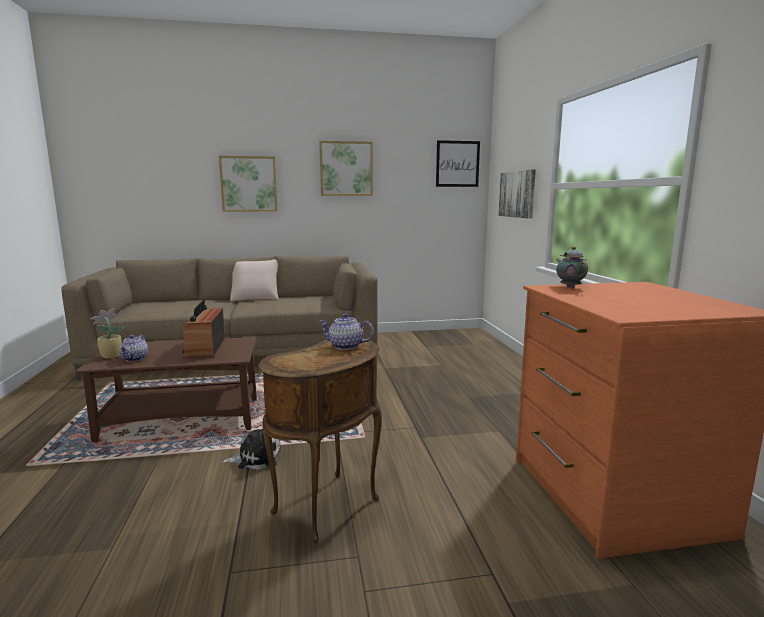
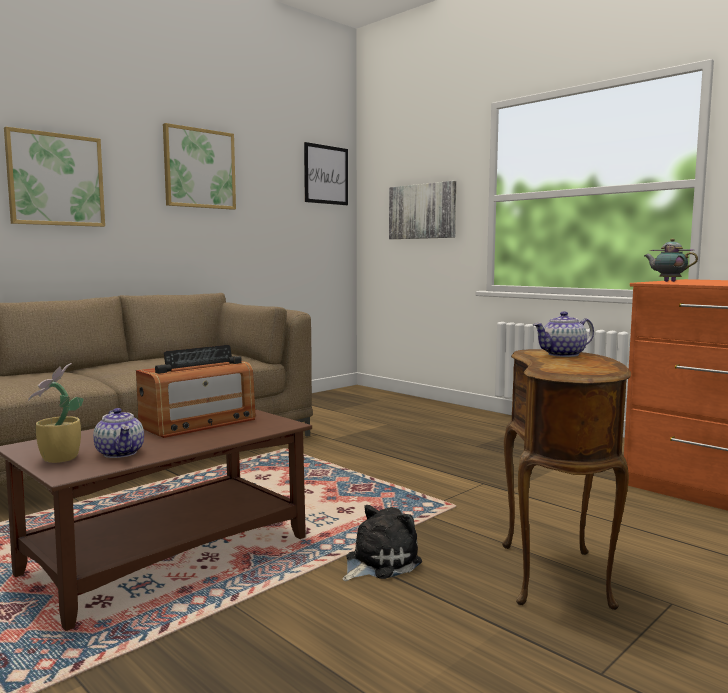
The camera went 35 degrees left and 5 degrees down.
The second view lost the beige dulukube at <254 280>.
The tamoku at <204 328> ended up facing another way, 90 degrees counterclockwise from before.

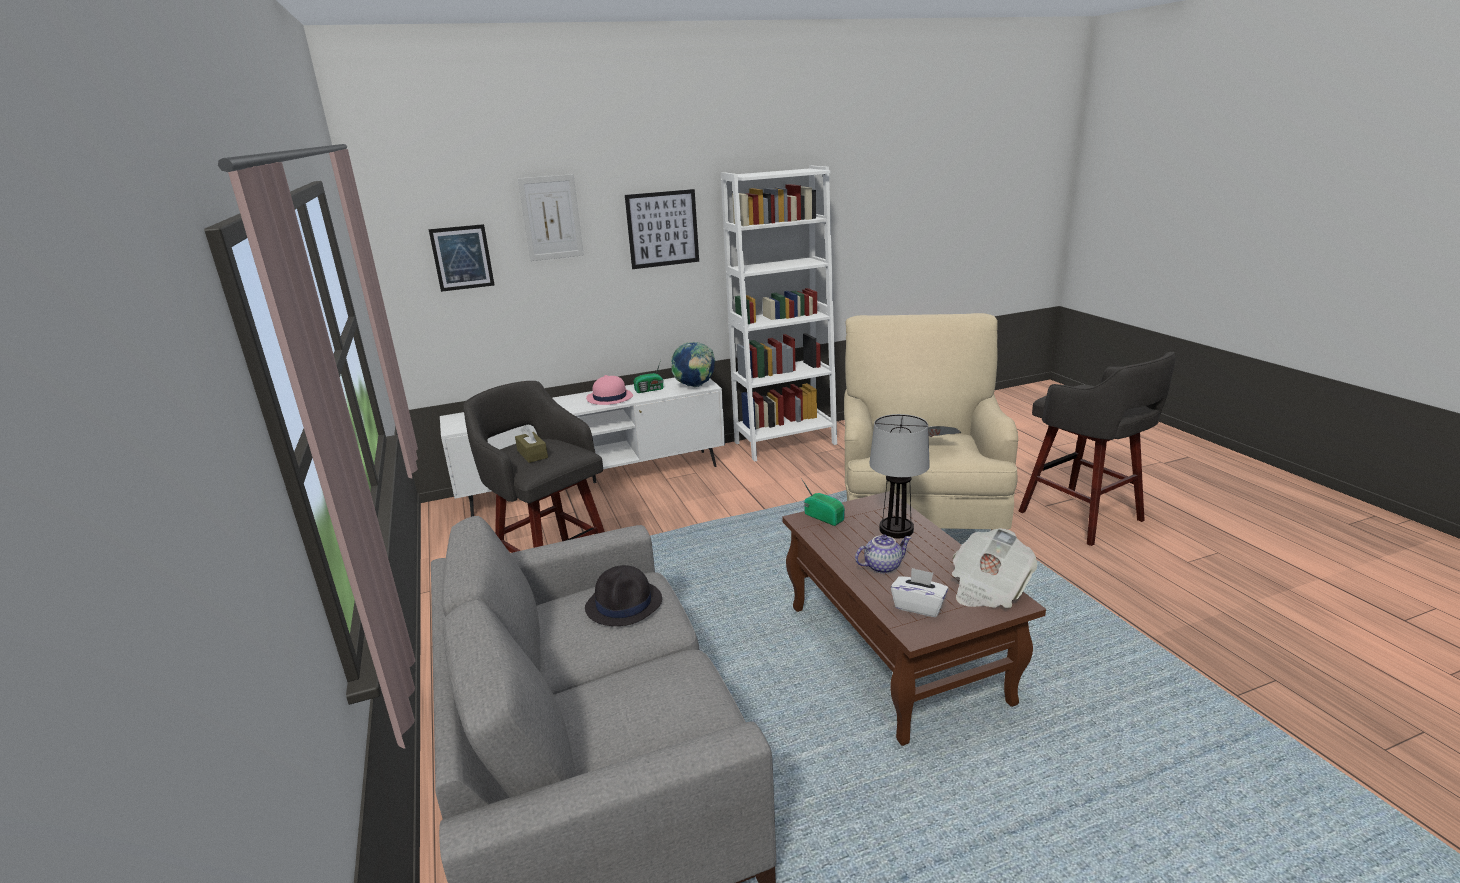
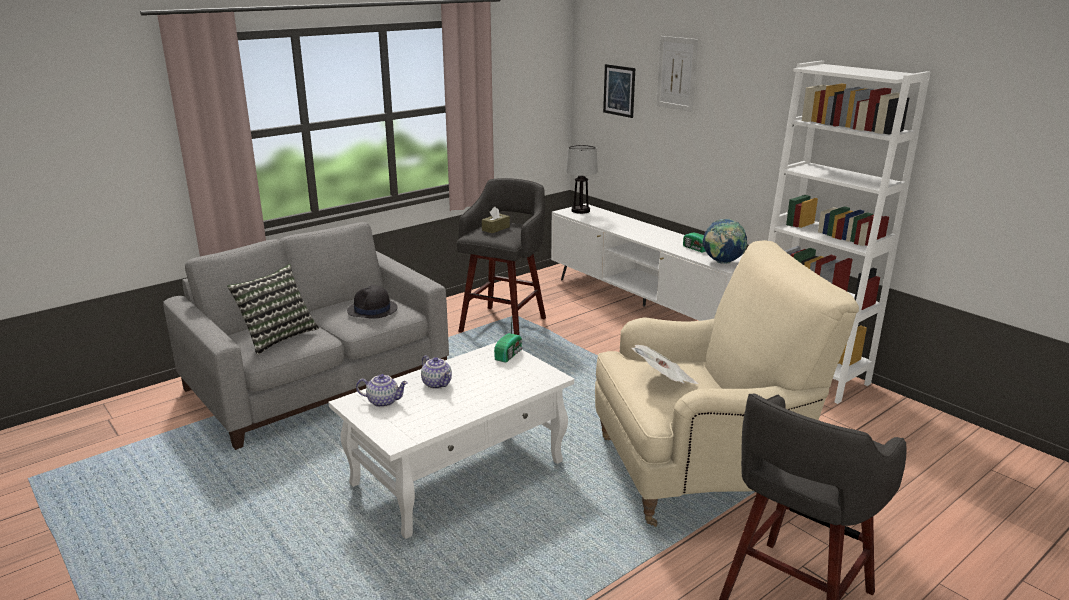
The camera went 70 degrees right and 0 degrees up.
The second view lost the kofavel at <662 229>.
The second view lost the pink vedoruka at <609 390>.
The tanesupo ended up elsewhere, having gone from <899 476> to <582 179>.
What was the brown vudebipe at <914 618> turned into the white vudebipe at <451 440>.
The second view lost the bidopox at <994 568>.
Where the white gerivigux stood at <920 592>, the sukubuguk came to stand at <382 390>.
The second view gained the dulukube at <273 309>.

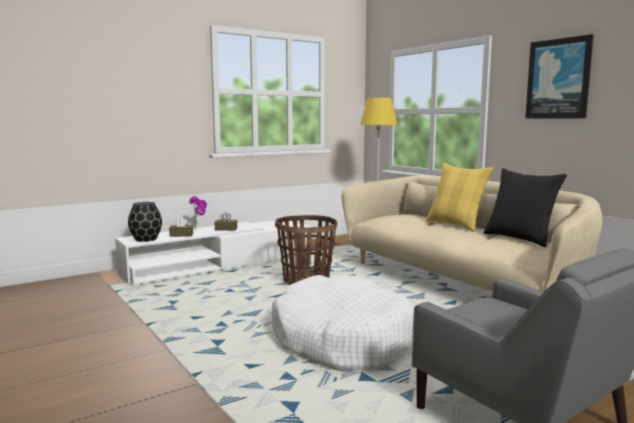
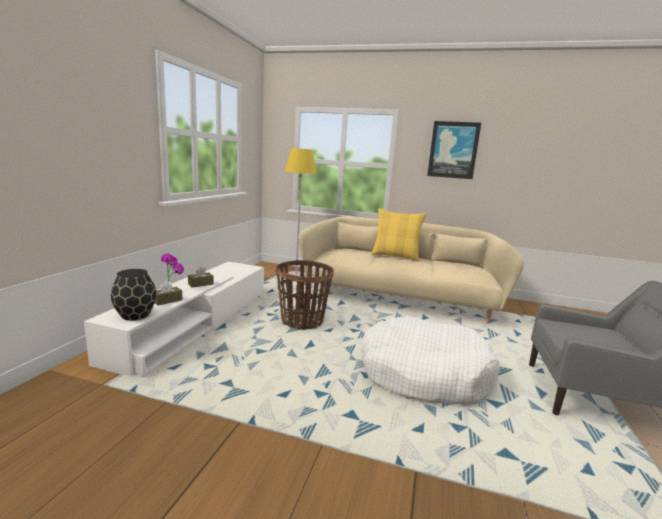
The camera went 40 degrees left and 5 degrees up.
The second view lost the black dulukube at <525 207>.

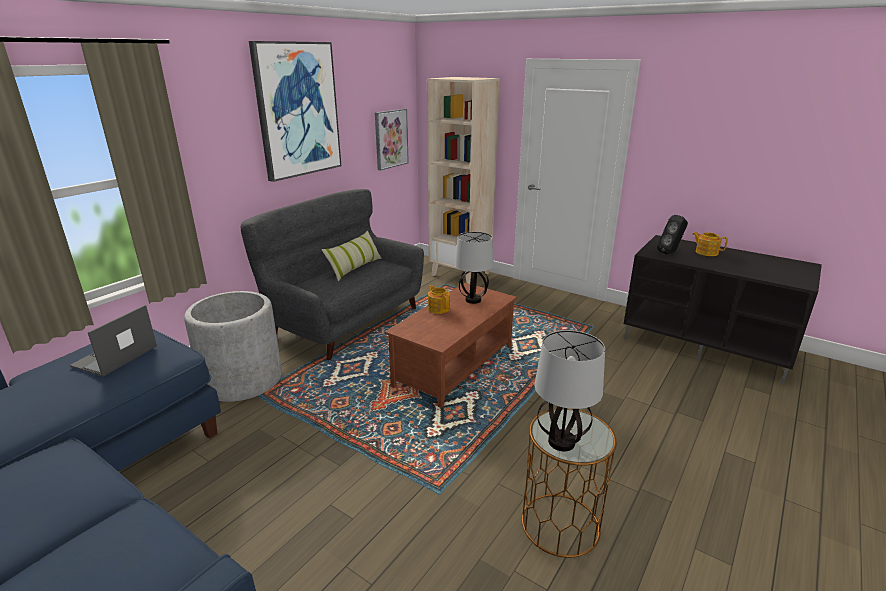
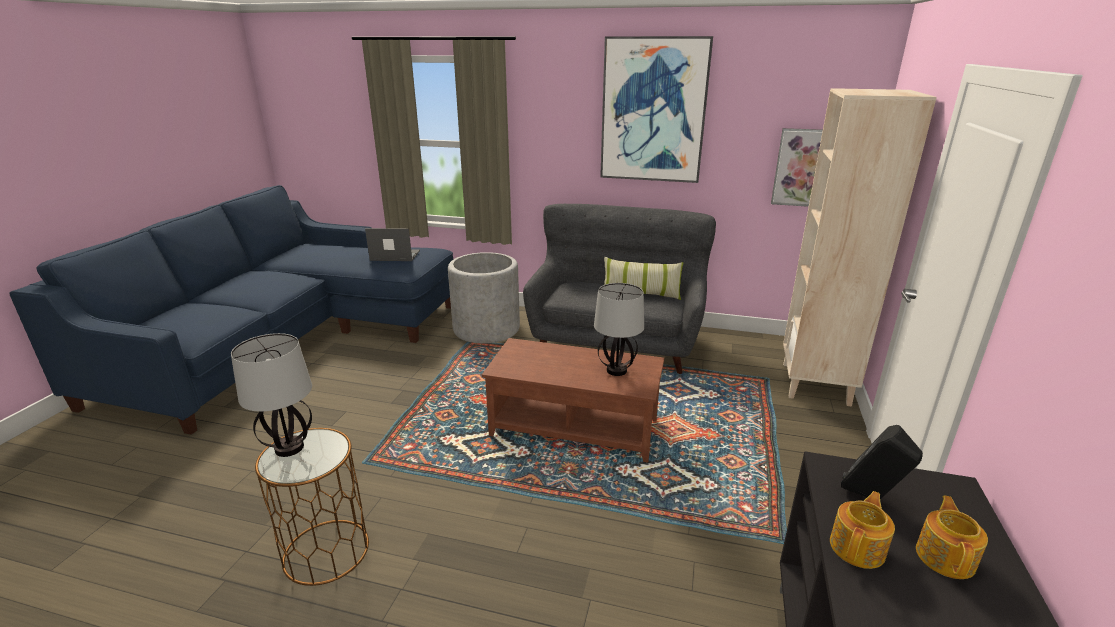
The camera went 70 degrees right and 0 degrees up.
The sukubuguk ended up elsewhere, having gone from <439 299> to <862 530>.

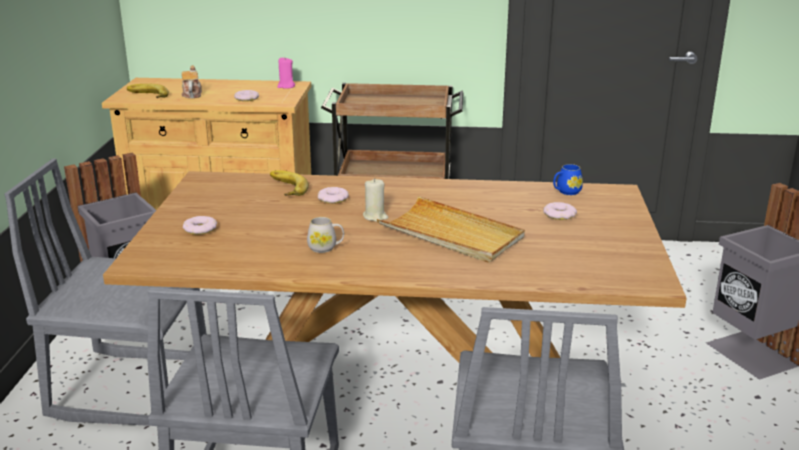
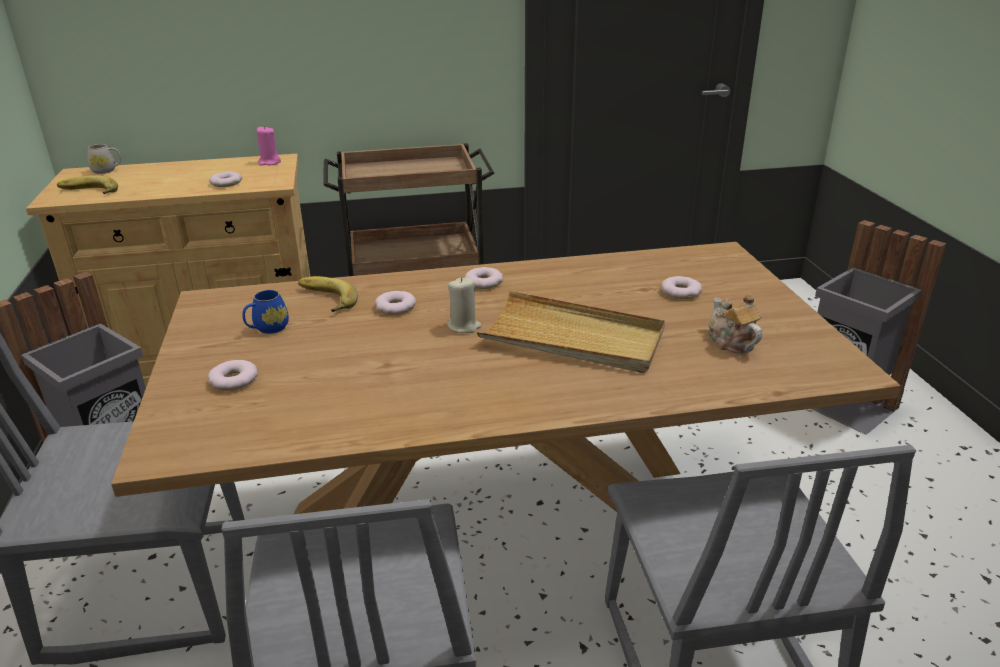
The camera went 15 degrees left and 5 degrees up.
The sukubuguk ended up elsewhere, having gone from <191 81> to <735 323>.
The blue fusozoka ended up elsewhere, having gone from <568 179> to <265 312>.
The white fusozoka ended up elsewhere, having gone from <325 235> to <104 159>.
The second view gained the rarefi at <484 278>.

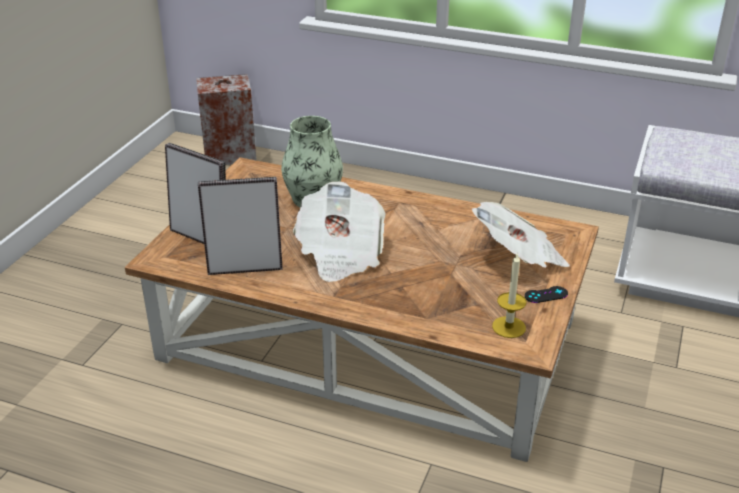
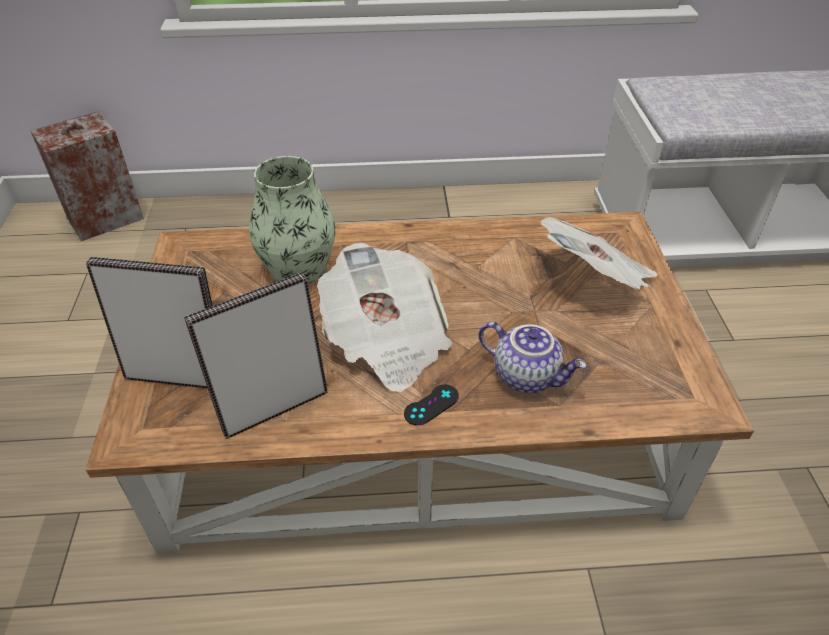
The camera went 25 degrees left and 10 degrees up.
The second view lost the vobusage at <509 296>.
The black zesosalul ended up elsewhere, having gone from <546 294> to <431 405>.
The second view gained the sukubuguk at <532 357>.

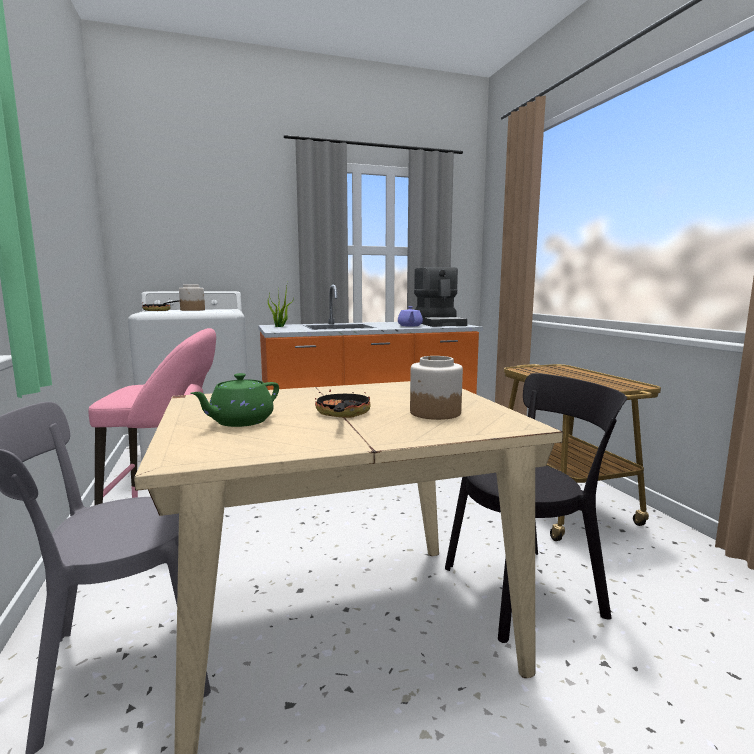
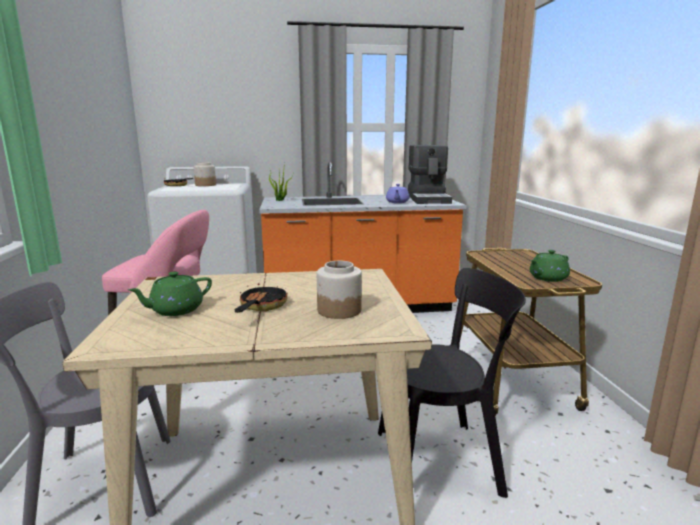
The camera went 10 degrees right and 5 degrees up.
The second view gained the green sukubuguk at <550 266>.

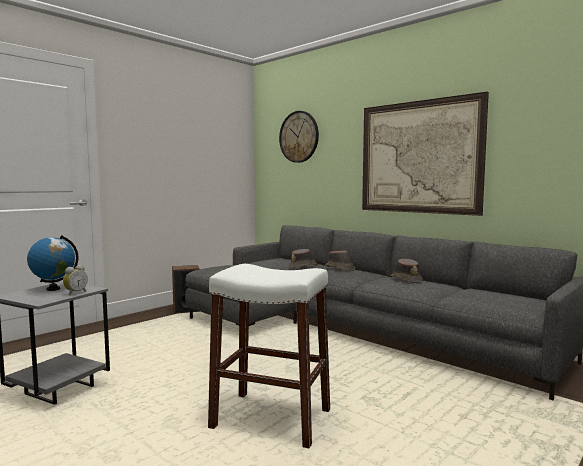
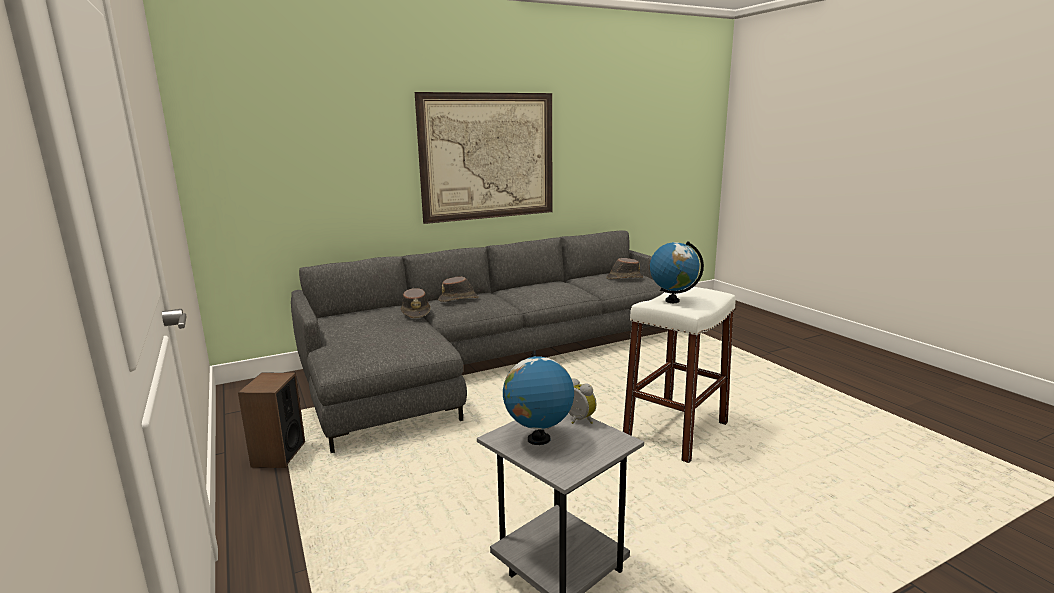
The camera went 70 degrees left and 10 degrees up.
The second view lost the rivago at <299 137>.
The brown vedoruka ended up elsewhere, having gone from <407 271> to <624 268>.
The second view gained the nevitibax at <677 272>.

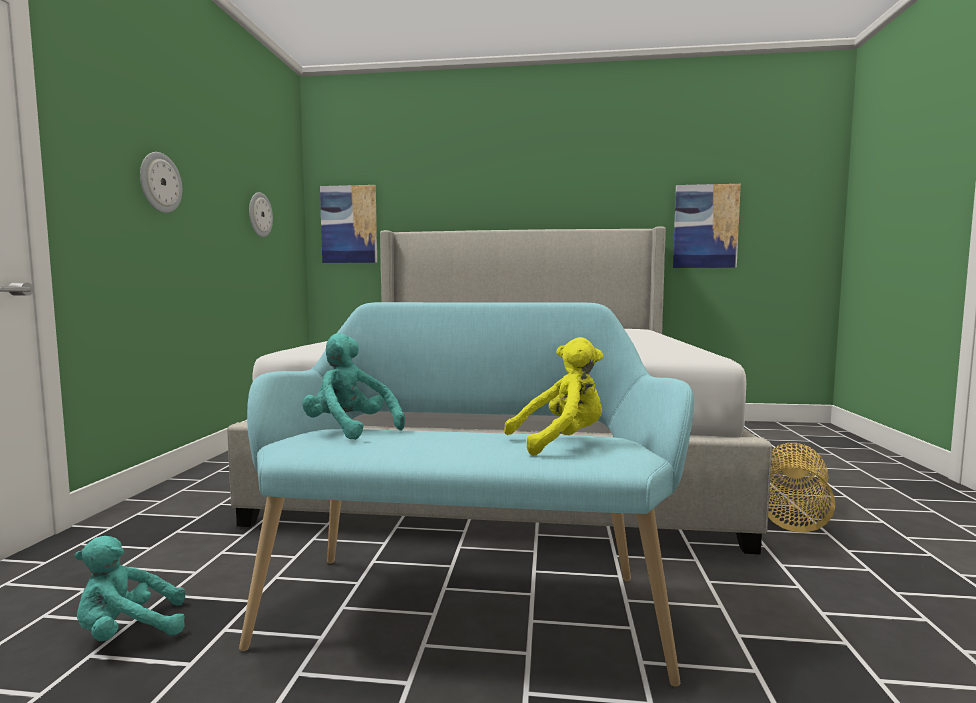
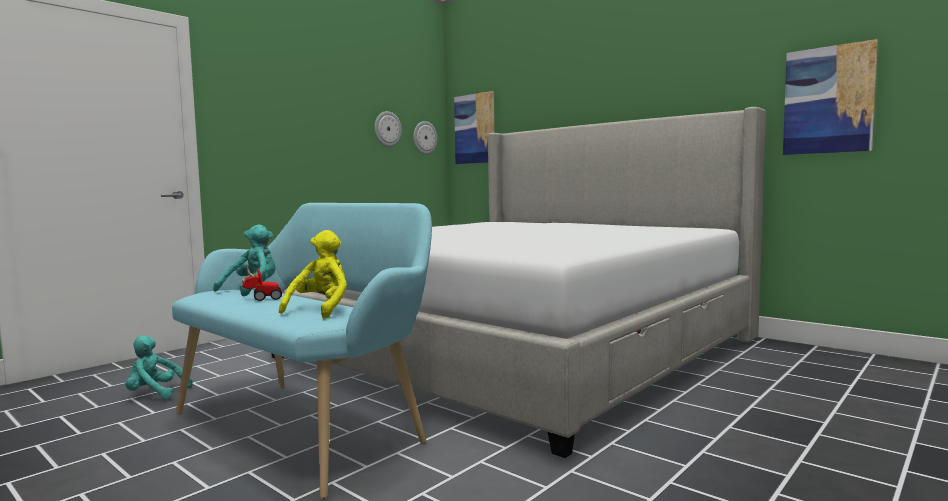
The camera went 35 degrees right and 0 degrees up.
The rivago ended up elsewhere, having gone from <161 182> to <425 138>.
The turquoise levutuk at <353 386> ended up facing another way, 45 degrees clockwise from before.
The yellow levutuk at <554 396> ended up facing another way, 90 degrees counterclockwise from before.
The second view lost the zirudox at <802 488>.
The second view gained the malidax at <261 283>.

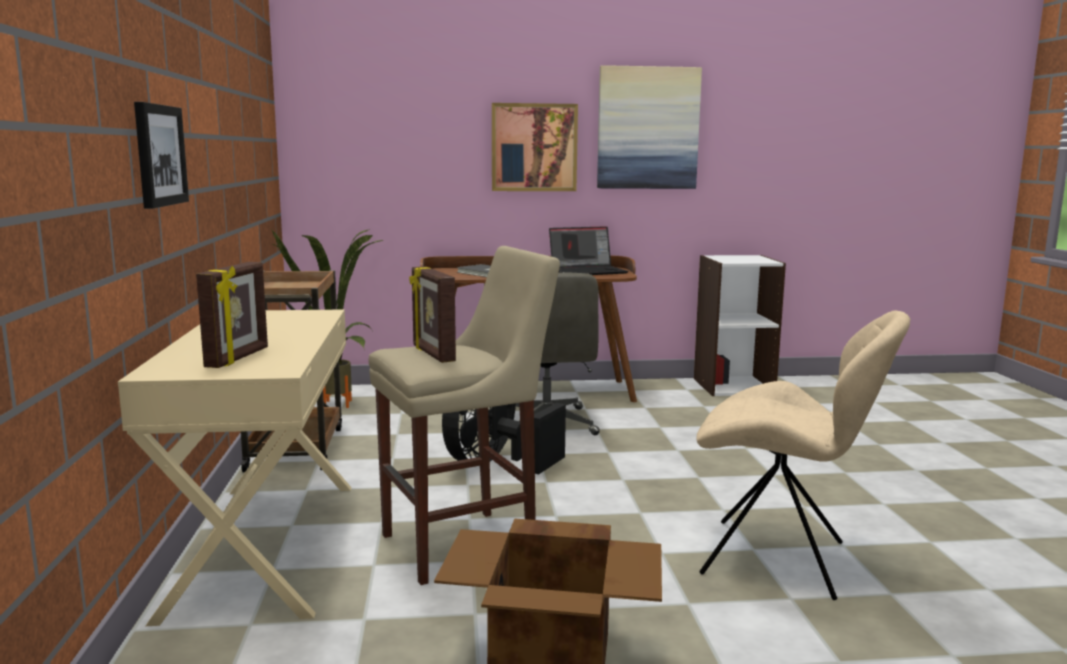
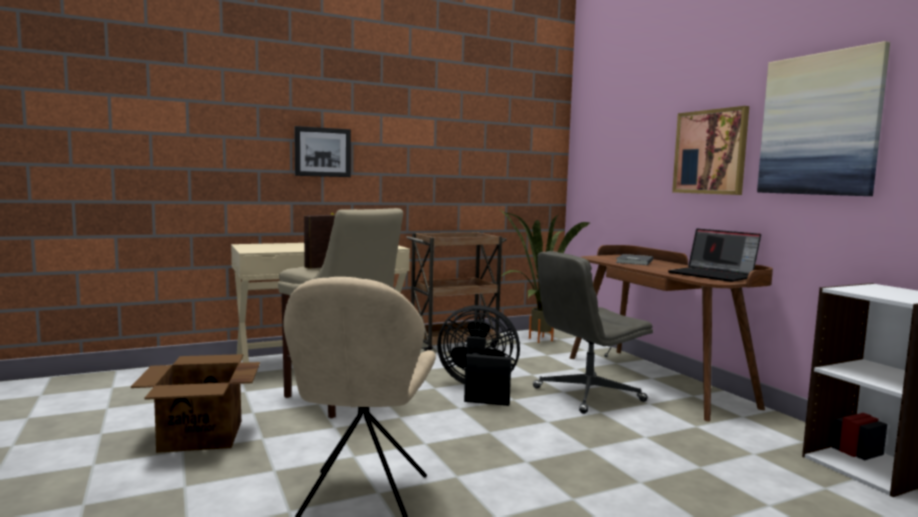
The camera went 70 degrees right and 5 degrees down.
The second view lost the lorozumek at <232 315>.

